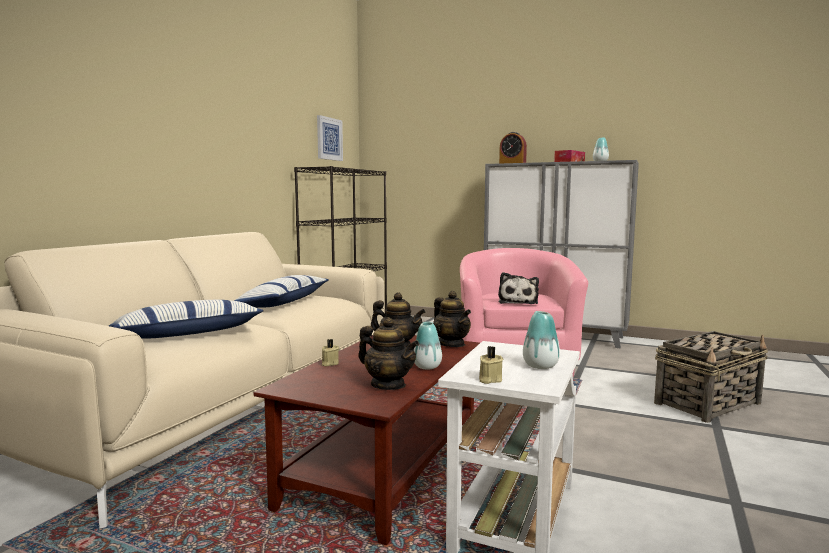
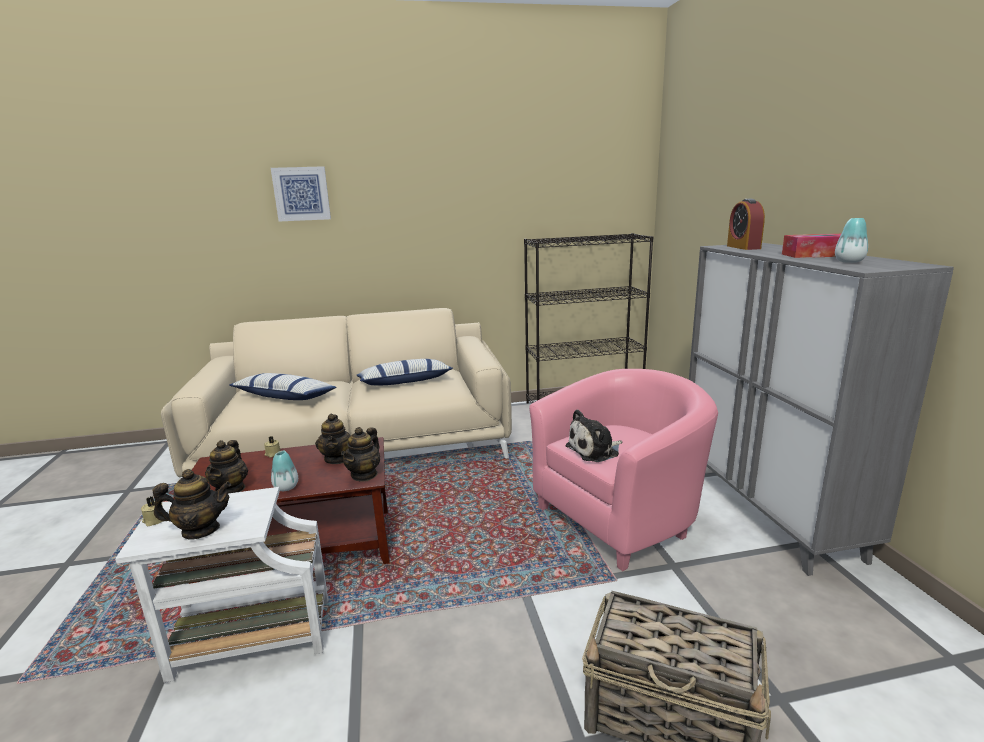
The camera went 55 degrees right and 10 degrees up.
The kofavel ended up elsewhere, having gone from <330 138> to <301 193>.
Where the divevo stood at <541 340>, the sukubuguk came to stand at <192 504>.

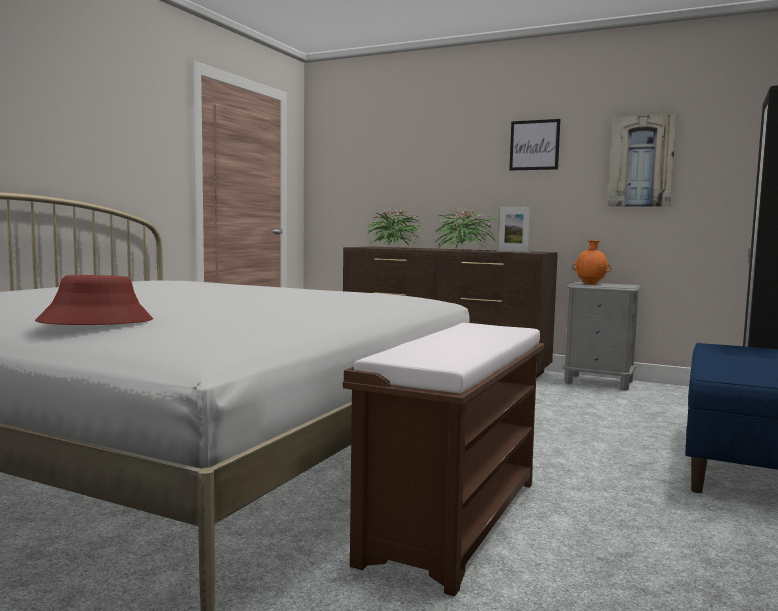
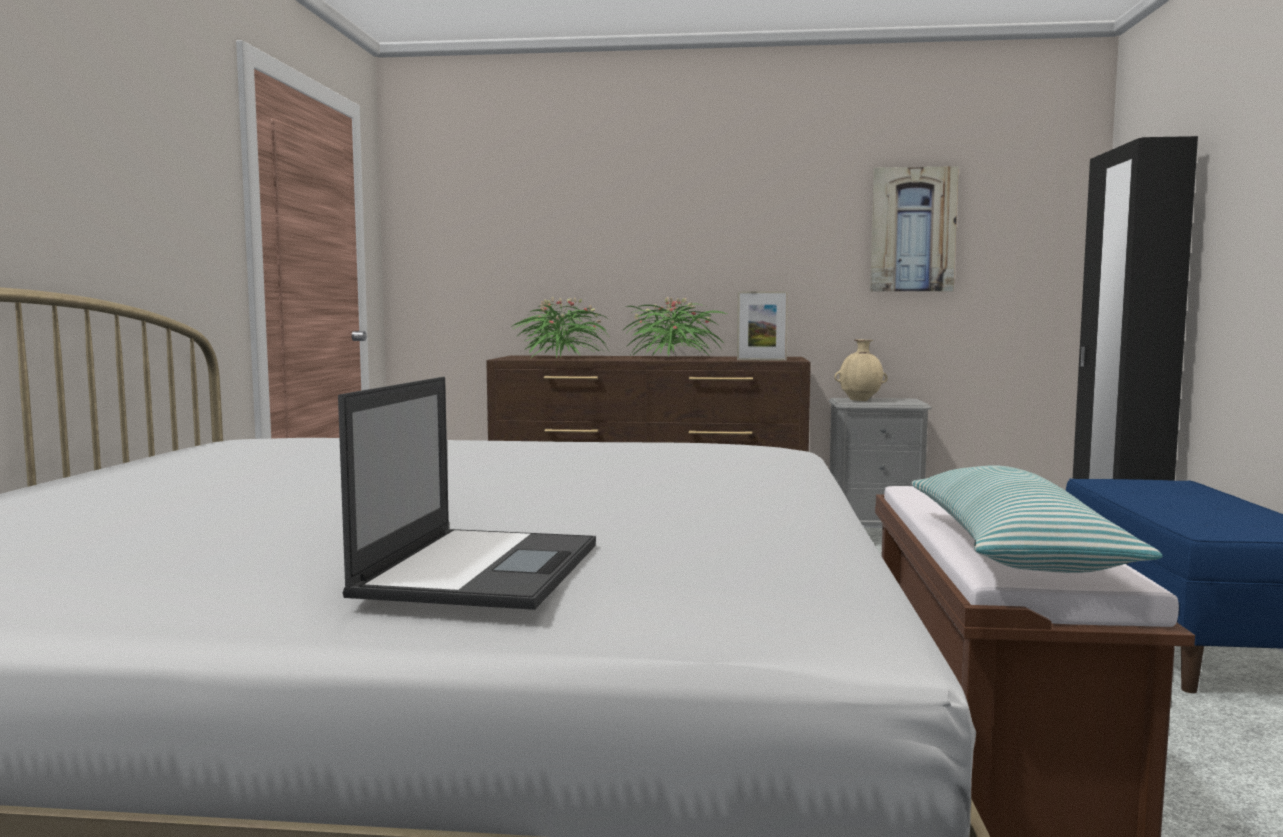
The camera went 20 degrees left and 0 degrees up.
The second view lost the kofavel at <534 144>.
What was the orange divevo at <591 262> turned into the beige divevo at <861 370>.
Where the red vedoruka stood at <94 300>, the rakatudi came to stand at <467 493>.
The second view gained the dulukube at <1037 519>.

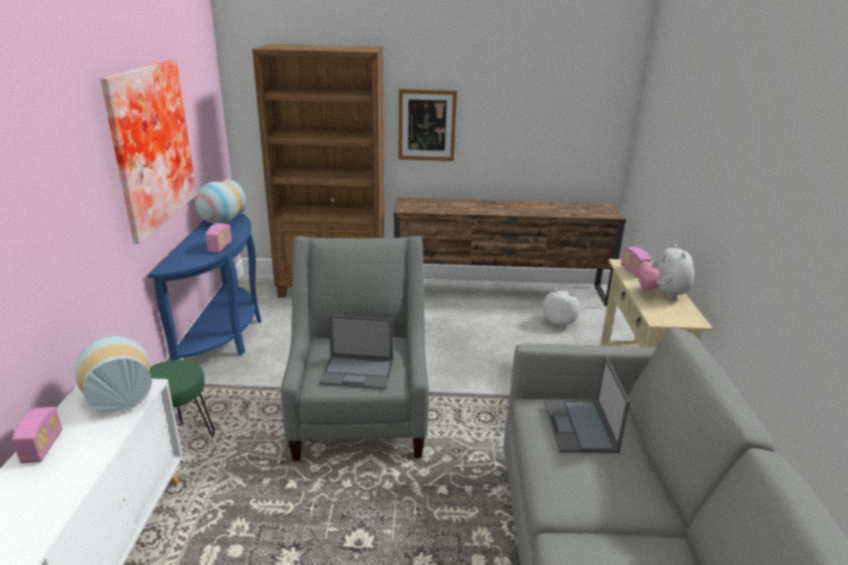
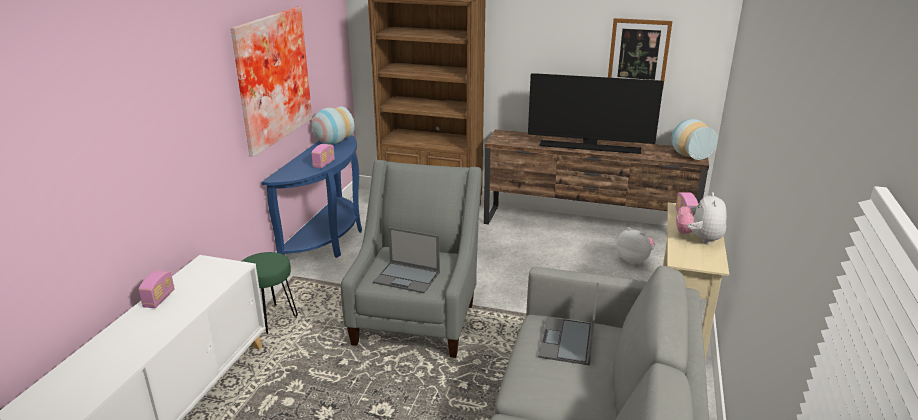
The camera went 15 degrees right and 0 degrees up.
The kofavel ended up elsewhere, having gone from <428 125> to <640 52>.
The divevo ended up elsewhere, having gone from <113 374> to <694 139>.
The second view gained the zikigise at <596 113>.

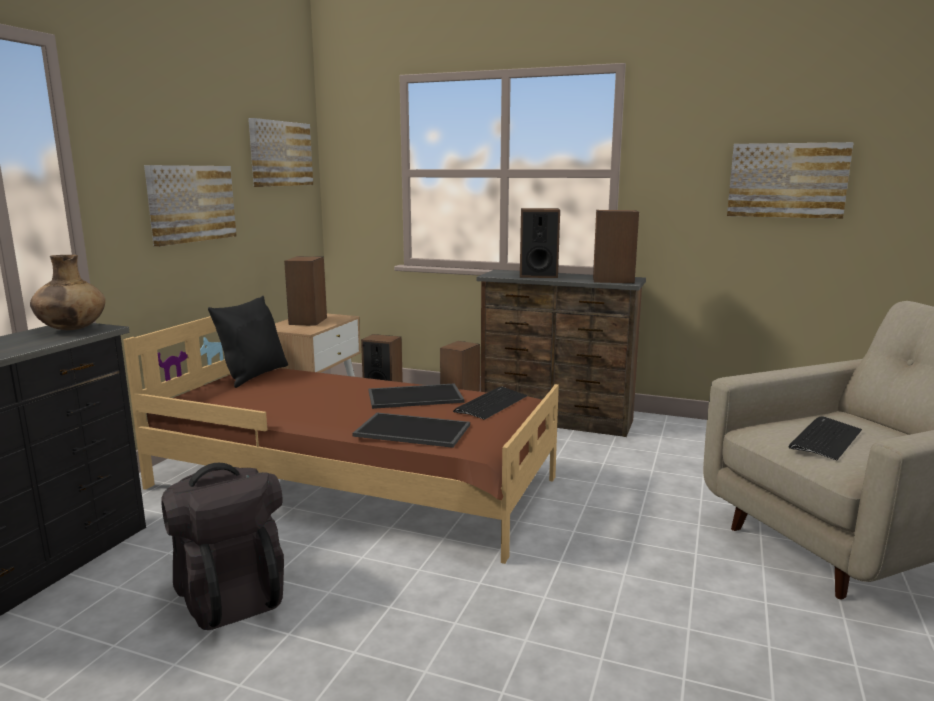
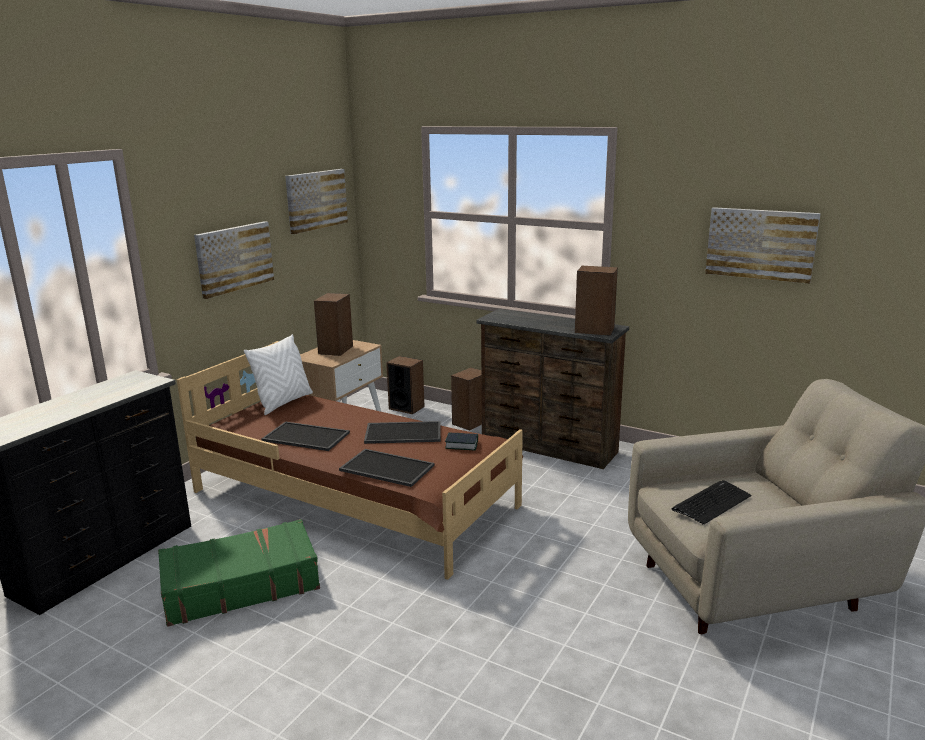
The camera went 10 degrees right and 5 degrees up.
The second view lost the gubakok at <540 243>.
The second view lost the brown divevo at <68 292>.
What was the black dulukube at <248 342> turned into the white dulukube at <278 374>.
Where the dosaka stood at <490 403>, the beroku came to stand at <461 441>.
Where the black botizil stood at <222 546>, the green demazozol came to stand at <239 573>.
The second view gained the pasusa at <305 436>.

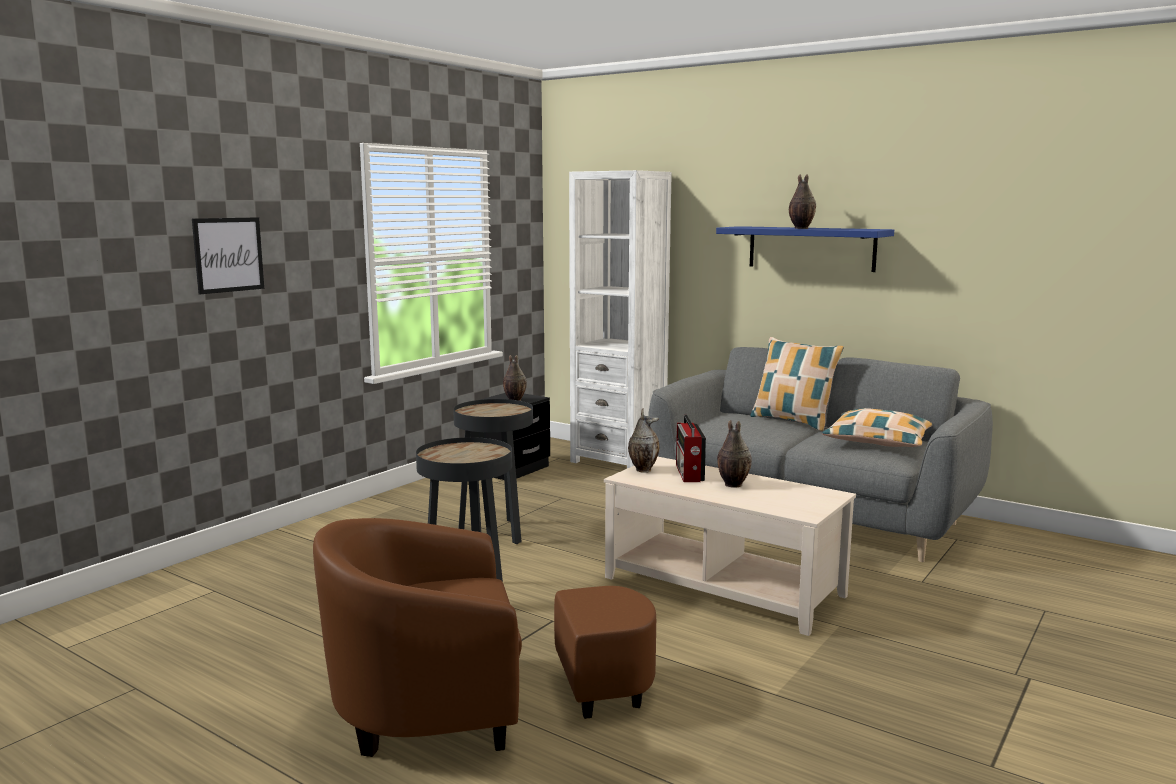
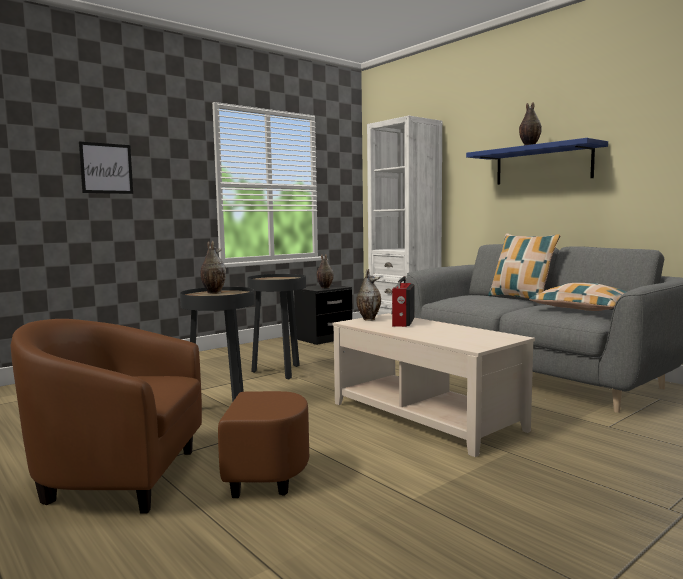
The camera went 15 degrees right and 5 degrees down.
The divevo ended up elsewhere, having gone from <734 454> to <213 267>.

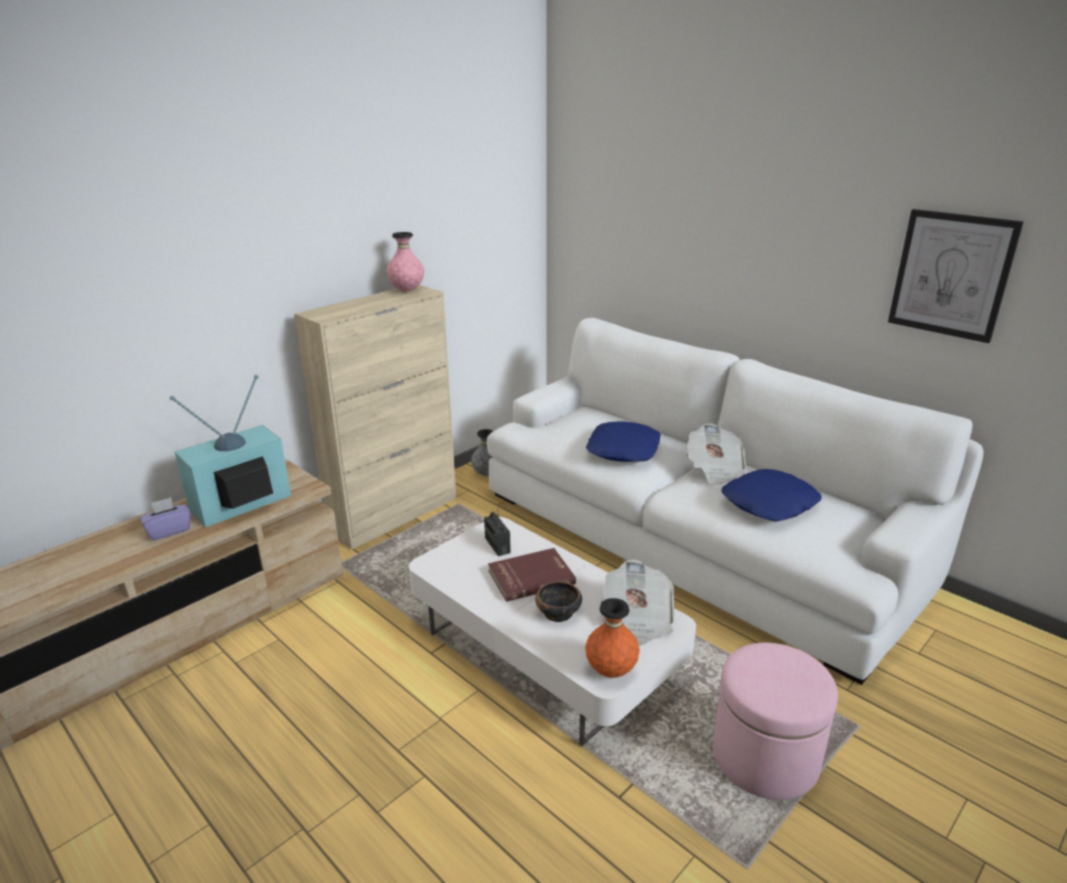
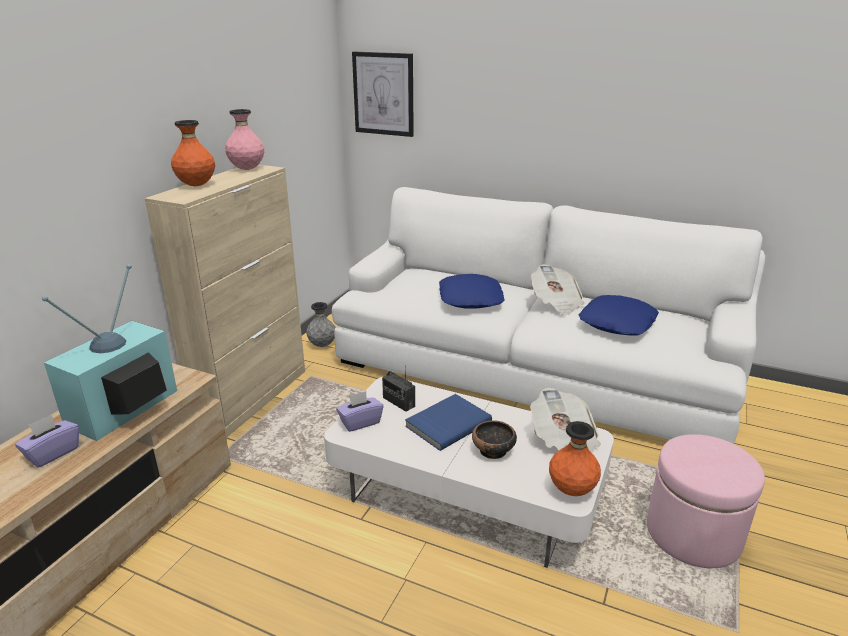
The camera went 20 degrees left and 0 degrees up.
The kofavel ended up elsewhere, having gone from <956 276> to <383 94>.
What was the red beroku at <532 575> turned into the blue beroku at <448 422>.
The second view gained the orange divevo at <193 153>.
The second view gained the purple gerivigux at <360 411>.

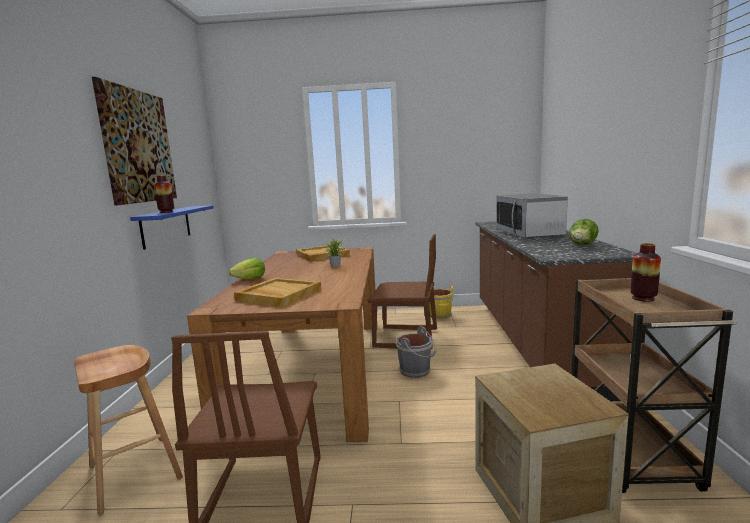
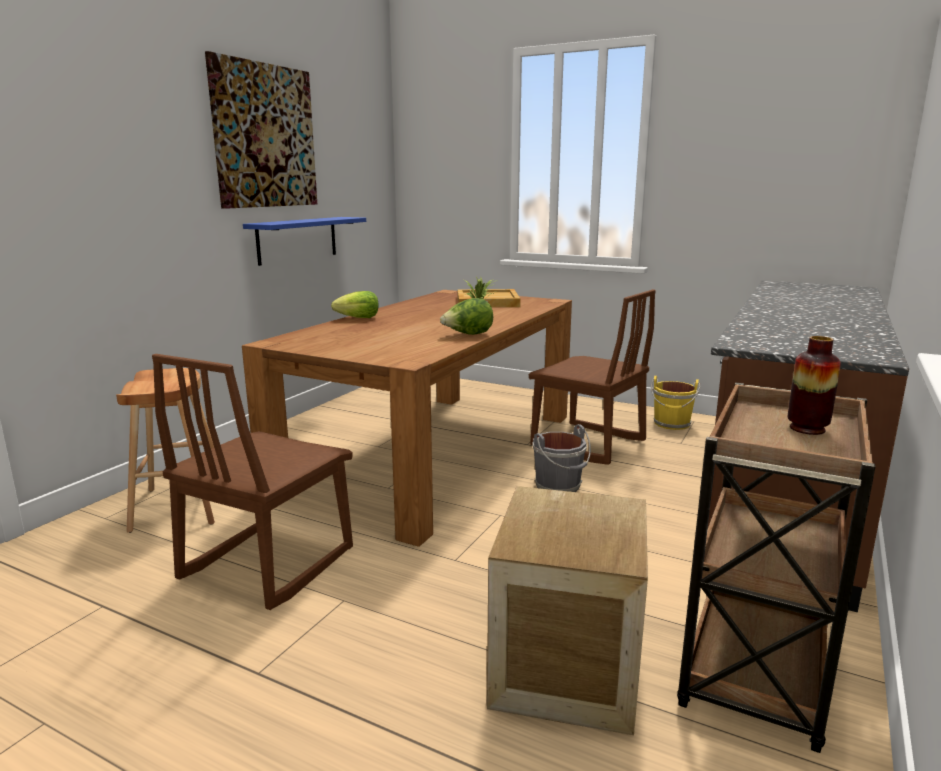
The camera went 25 degrees right and 5 degrees up.
The second view lost the divevo at <164 194>.
The second view lost the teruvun at <532 215>.
The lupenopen ended up elsewhere, having gone from <584 232> to <466 316>.
The second view lost the beige pasusa at <277 292>.

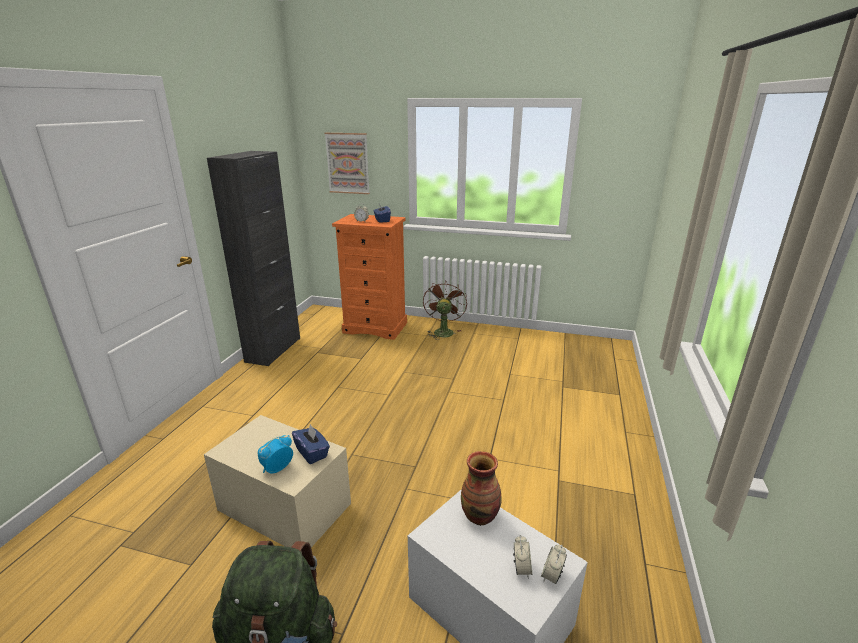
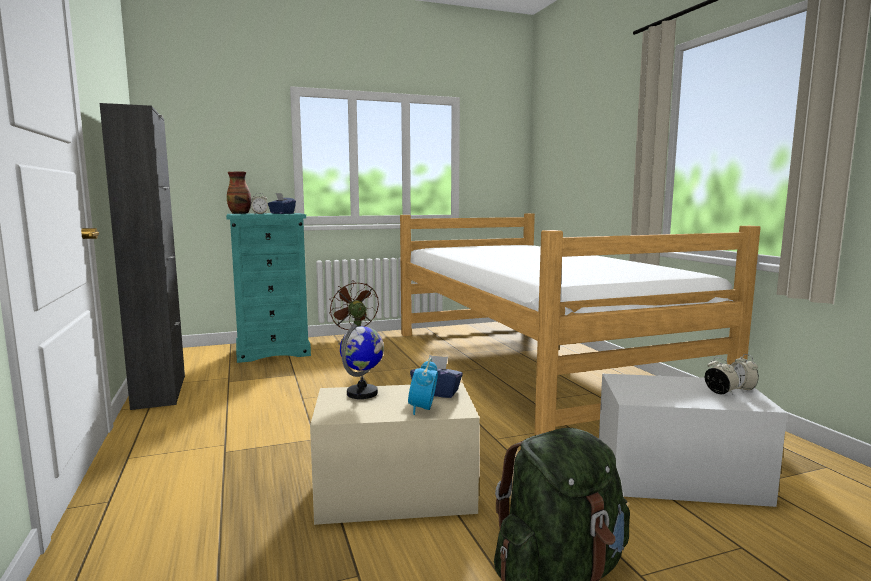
The camera went 35 degrees left and 15 degrees down.
The second view lost the kofavel at <347 163>.
What was the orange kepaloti at <369 277> turned into the turquoise kepaloti at <268 288>.
The divevo ended up elsewhere, having gone from <481 488> to <239 192>.
The second view gained the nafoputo at <580 324>.
The second view gained the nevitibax at <362 361>.

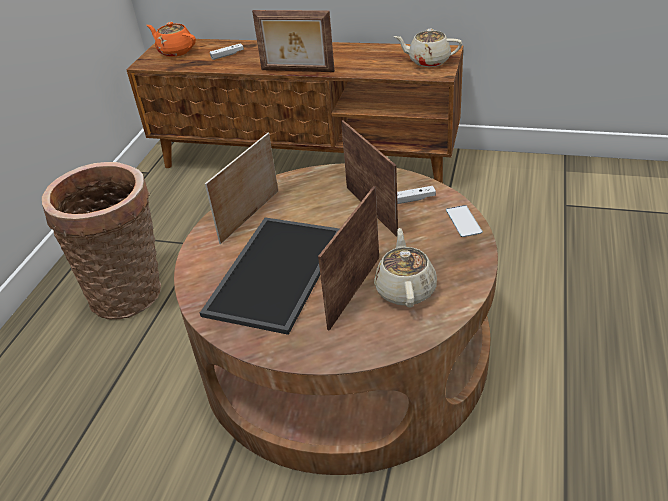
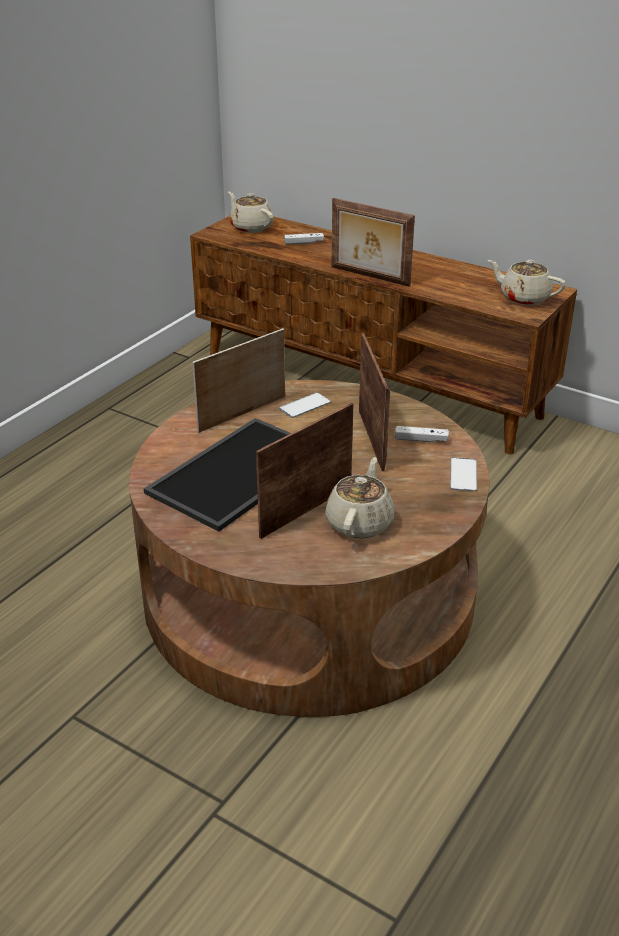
The camera went 15 degrees right and 5 degrees down.
What was the orange sukubuguk at <171 39> turned into the beige sukubuguk at <251 212>.
The second view lost the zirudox at <101 241>.
The second view gained the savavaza at <305 405>.

